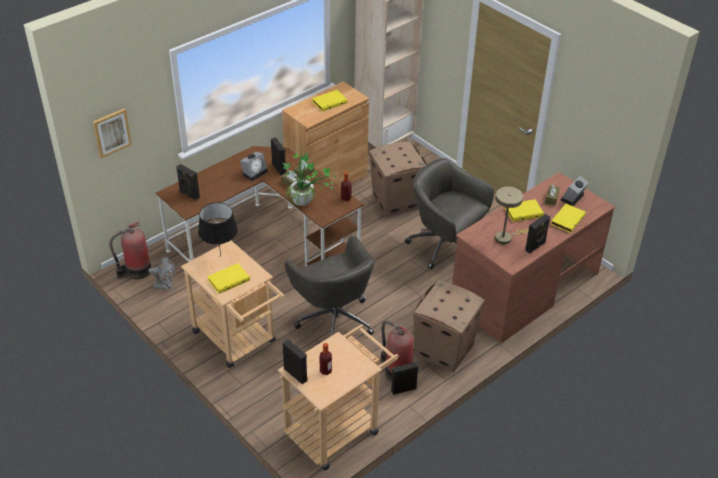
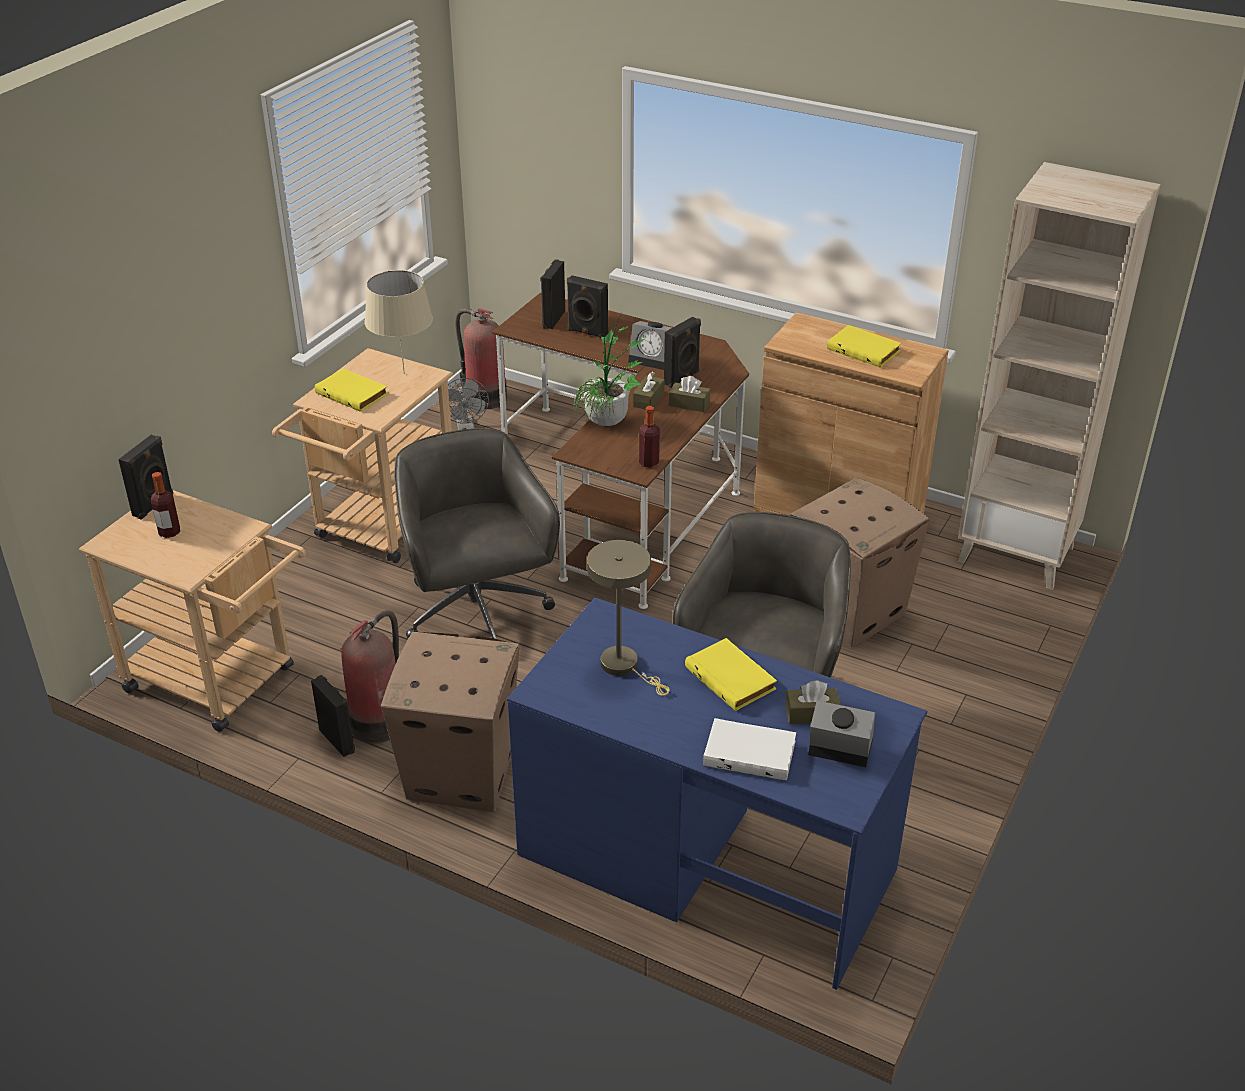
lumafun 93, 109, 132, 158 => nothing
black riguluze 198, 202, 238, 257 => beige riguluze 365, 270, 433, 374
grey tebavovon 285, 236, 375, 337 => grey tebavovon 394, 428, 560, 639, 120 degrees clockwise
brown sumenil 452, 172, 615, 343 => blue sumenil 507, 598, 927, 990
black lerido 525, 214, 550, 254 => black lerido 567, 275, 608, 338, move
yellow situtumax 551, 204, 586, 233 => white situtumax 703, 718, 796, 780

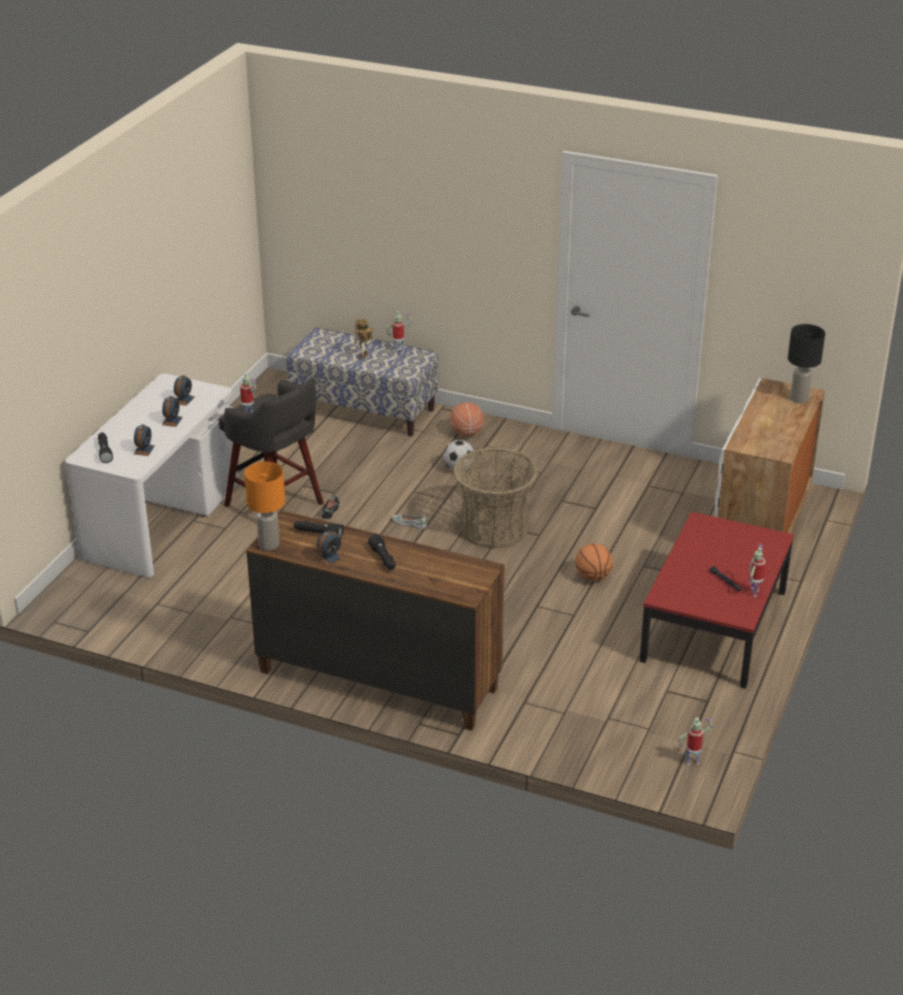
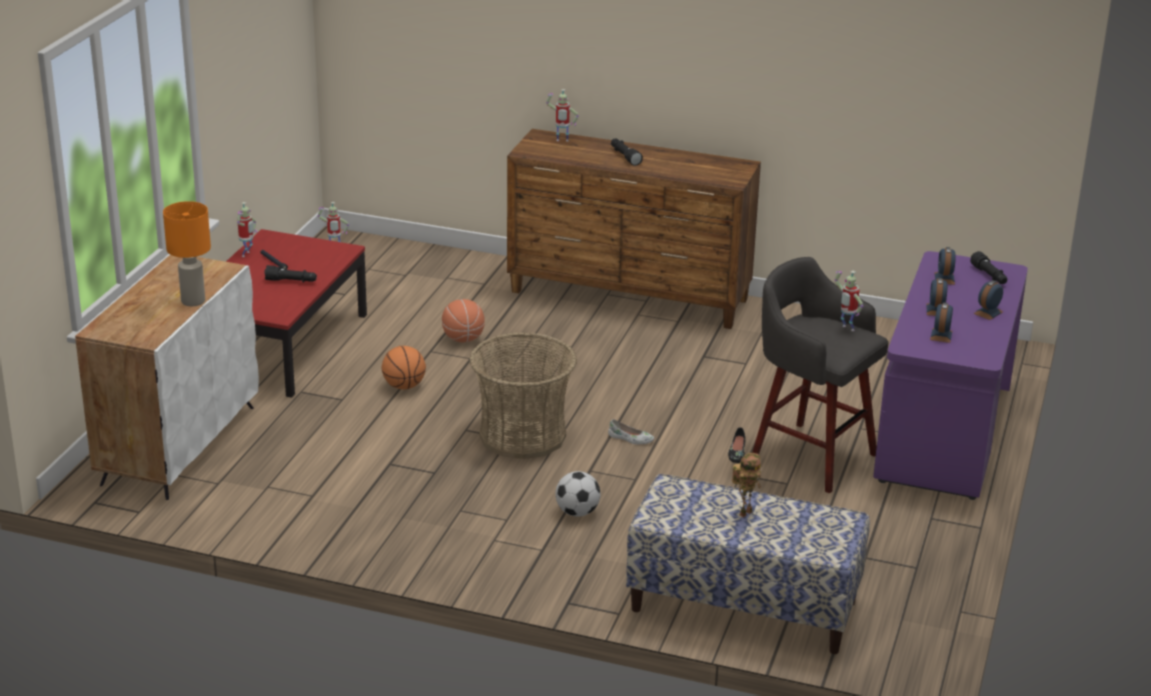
white sumenil 65, 374, 239, 577 => purple sumenil 873, 251, 1028, 500
orange riguluze 244, 462, 285, 551 => orange riguluze 163, 201, 211, 306, move
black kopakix 294, 520, 344, 538 => black kopakix 264, 265, 317, 283, move
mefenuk 316, 530, 344, 566 => mefenuk 973, 280, 1003, 320, move
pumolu 386, 311, 412, 353 => pumolu 546, 89, 579, 142, move
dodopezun 450, 402, 484, 437 => dodopezun 442, 299, 485, 342, move
black riguluze 788, 324, 825, 403 => nothing

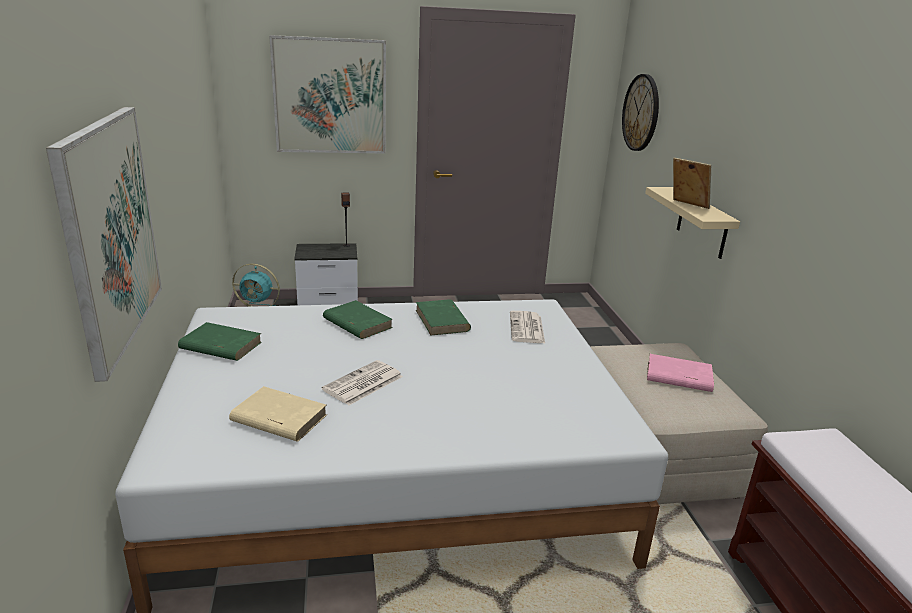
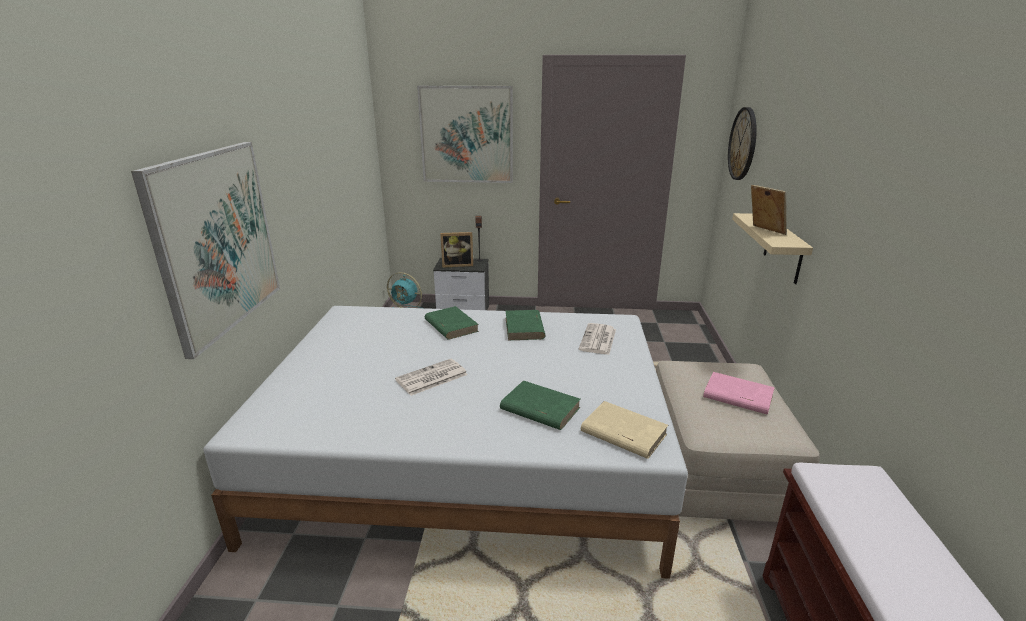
green situtumax 178, 322, 262, 361 => green situtumax 500, 380, 581, 430, move
beige situtumax 229, 386, 327, 441 => beige situtumax 581, 401, 668, 459, move
nothing => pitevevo 440, 232, 473, 268

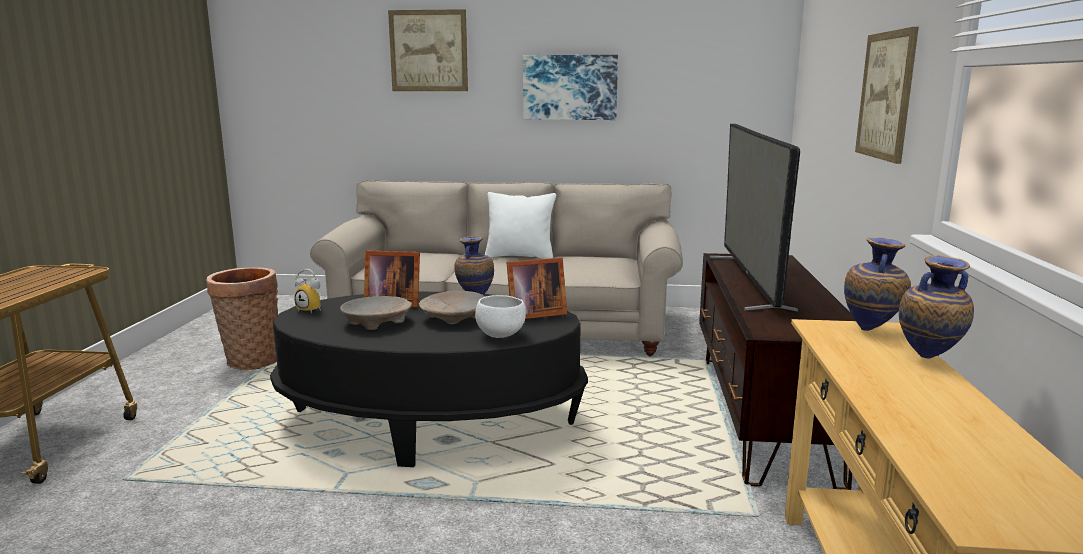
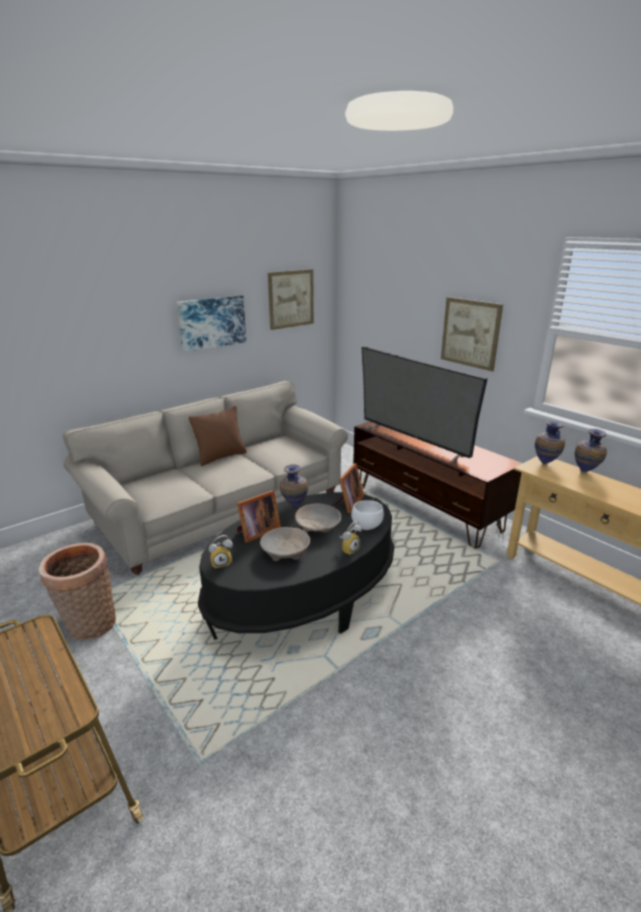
lumafun 388, 9, 468, 91 => lumafun 268, 269, 314, 330, move
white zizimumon 485, 192, 556, 259 => brown zizimumon 189, 406, 247, 466
nothing => mefenuk 339, 521, 362, 556

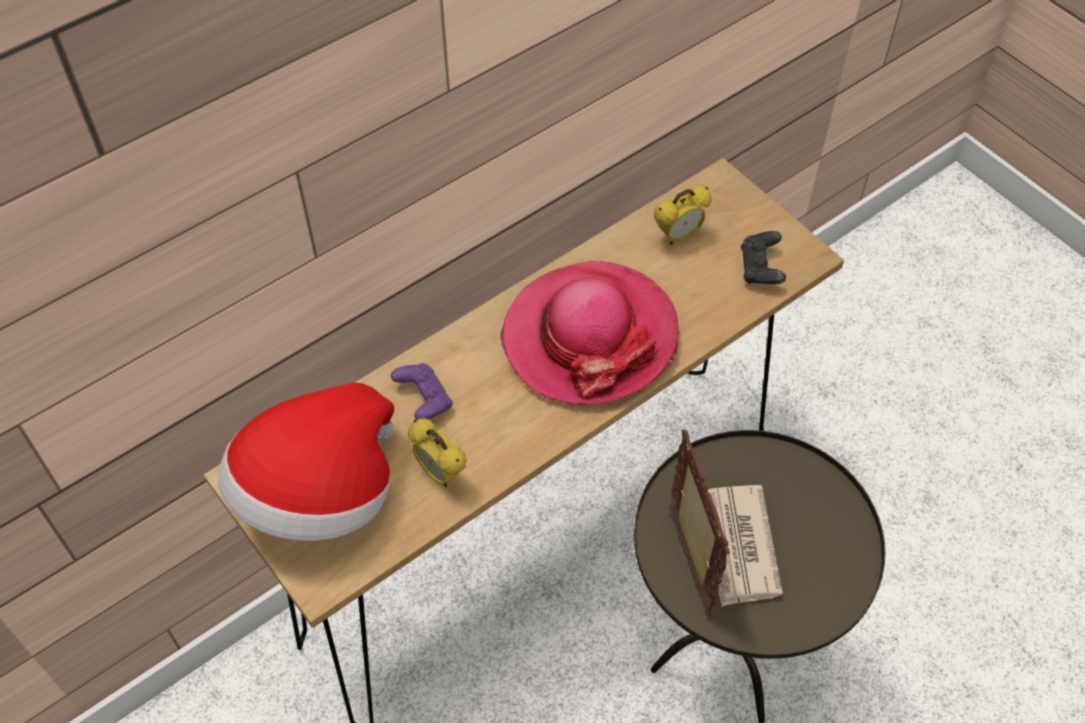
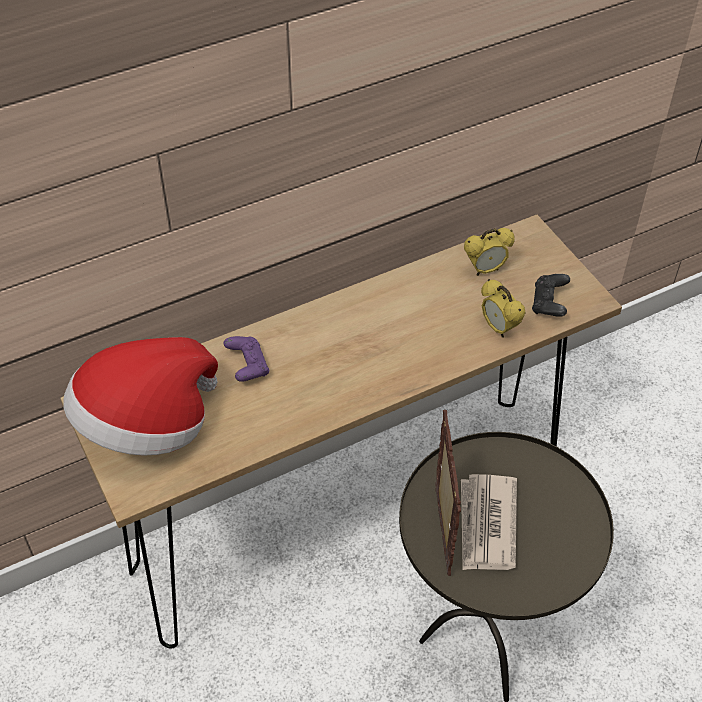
mefenuk 408, 419, 467, 487 => mefenuk 481, 279, 525, 338, move
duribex 500, 261, 679, 404 => nothing

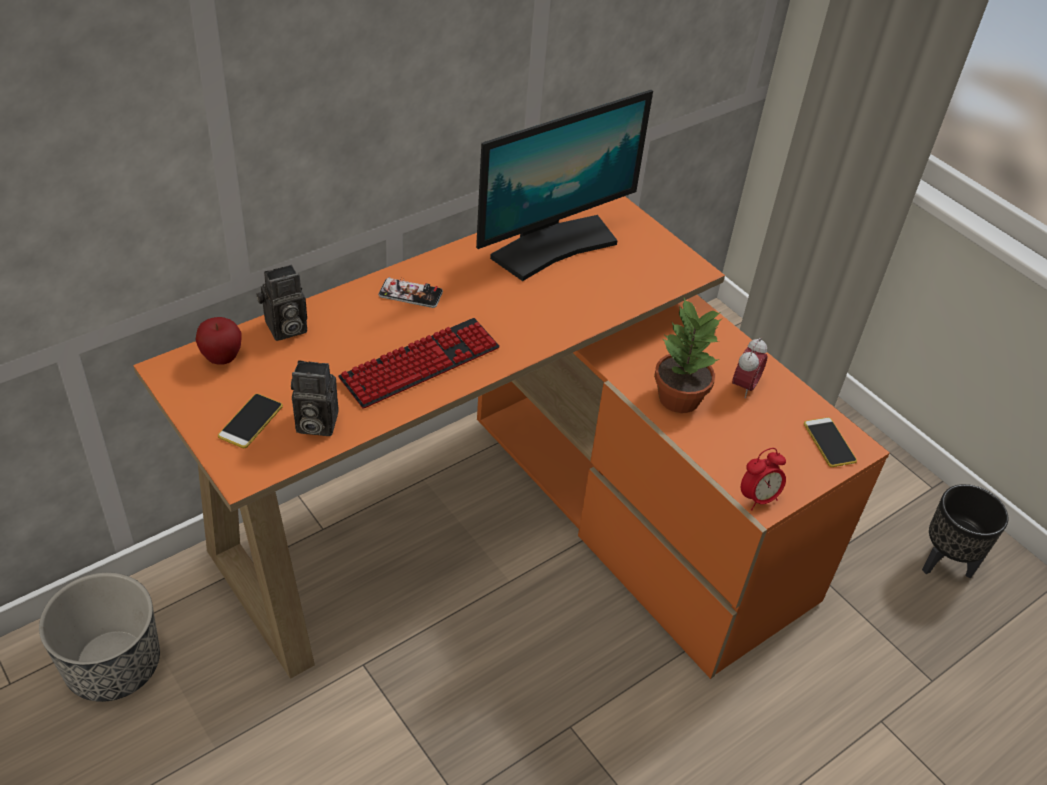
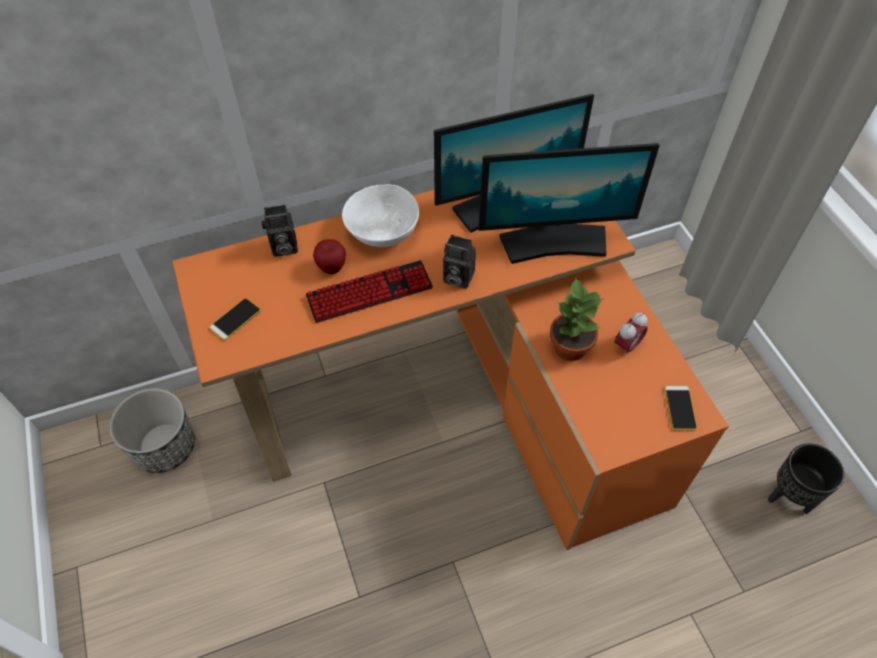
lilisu 195, 317, 242, 365 => lilisu 313, 239, 346, 274, move
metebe 291, 360, 338, 436 => metebe 443, 234, 476, 289, move
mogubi 378, 277, 443, 308 => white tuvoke 342, 184, 419, 247
mefenuk 741, 448, 786, 511 => nothing
nothing => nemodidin 479, 143, 660, 264

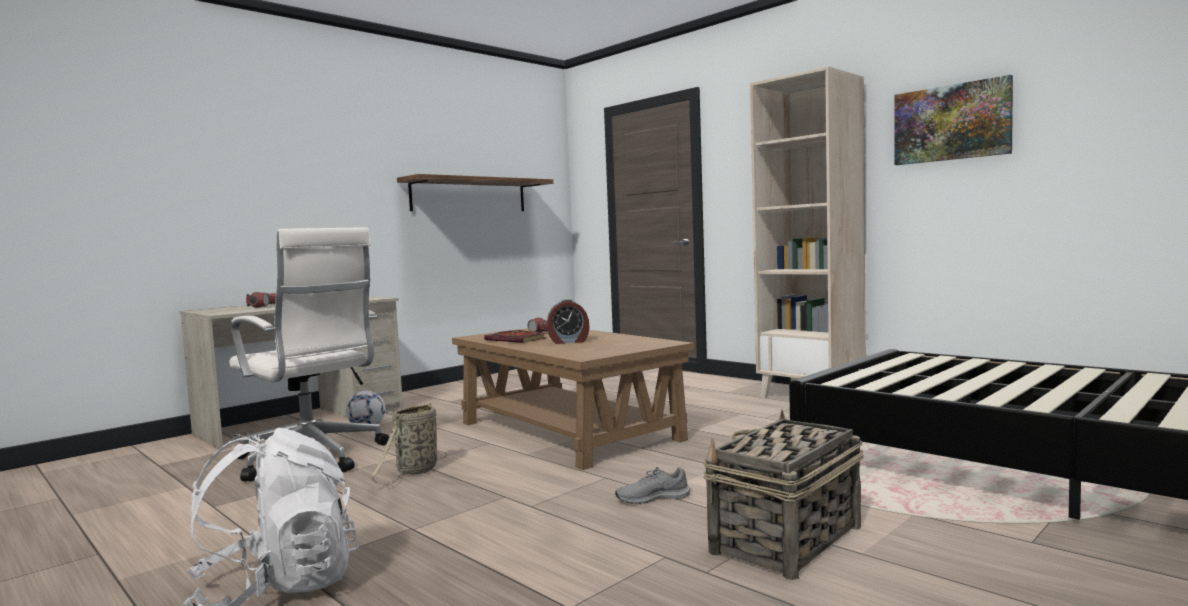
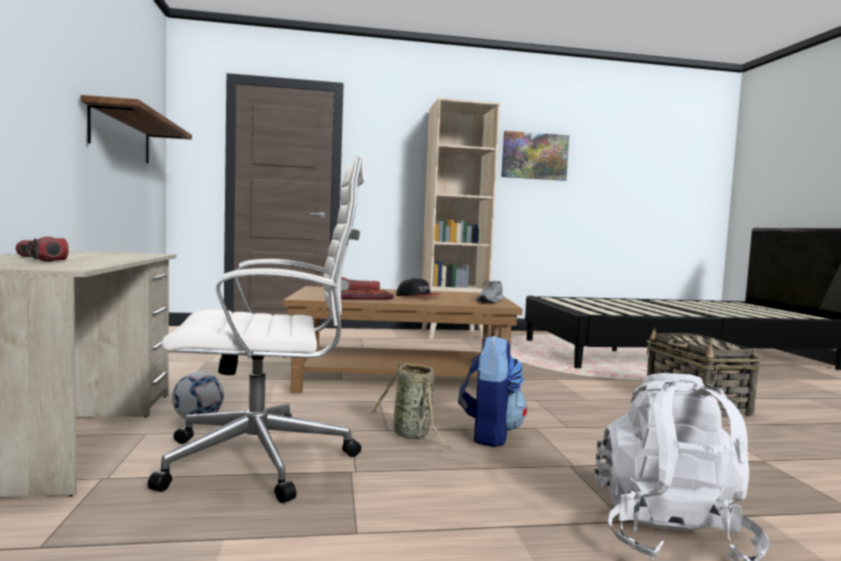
mefenuk 547, 299, 590, 344 => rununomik 396, 278, 442, 296
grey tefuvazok 615, 467, 690, 504 => grey tefuvazok 477, 281, 504, 303, move
nothing => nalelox 458, 335, 527, 447

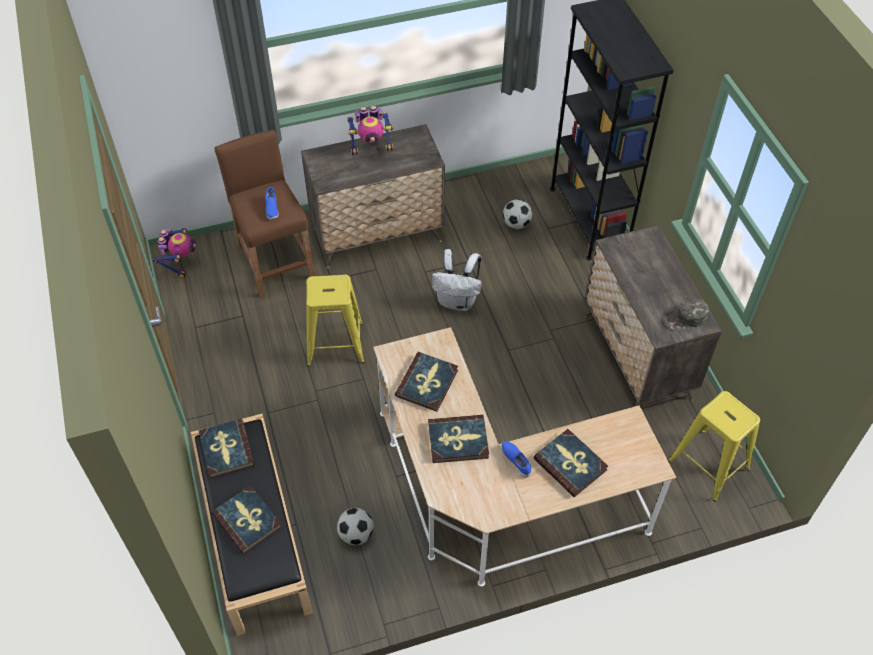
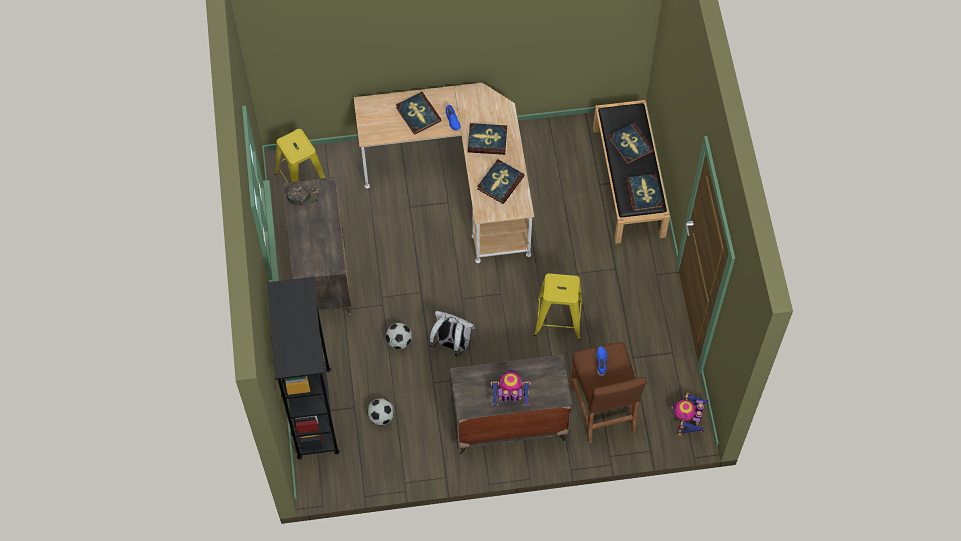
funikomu 337, 508, 374, 545 => funikomu 386, 323, 412, 349, move

